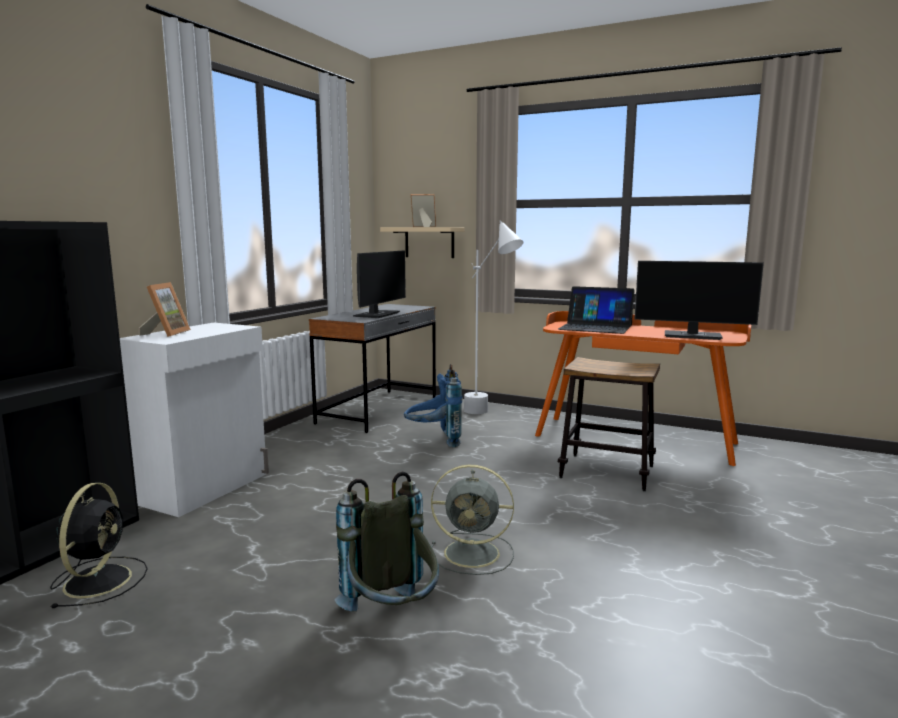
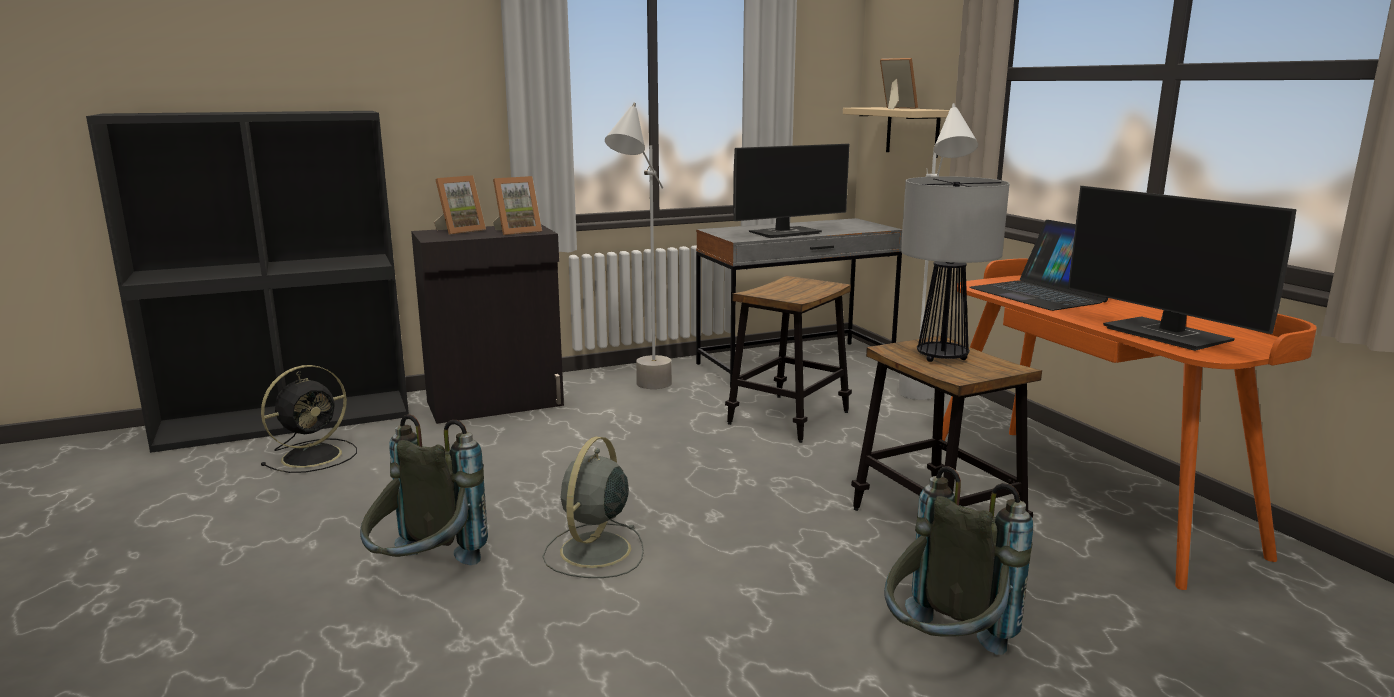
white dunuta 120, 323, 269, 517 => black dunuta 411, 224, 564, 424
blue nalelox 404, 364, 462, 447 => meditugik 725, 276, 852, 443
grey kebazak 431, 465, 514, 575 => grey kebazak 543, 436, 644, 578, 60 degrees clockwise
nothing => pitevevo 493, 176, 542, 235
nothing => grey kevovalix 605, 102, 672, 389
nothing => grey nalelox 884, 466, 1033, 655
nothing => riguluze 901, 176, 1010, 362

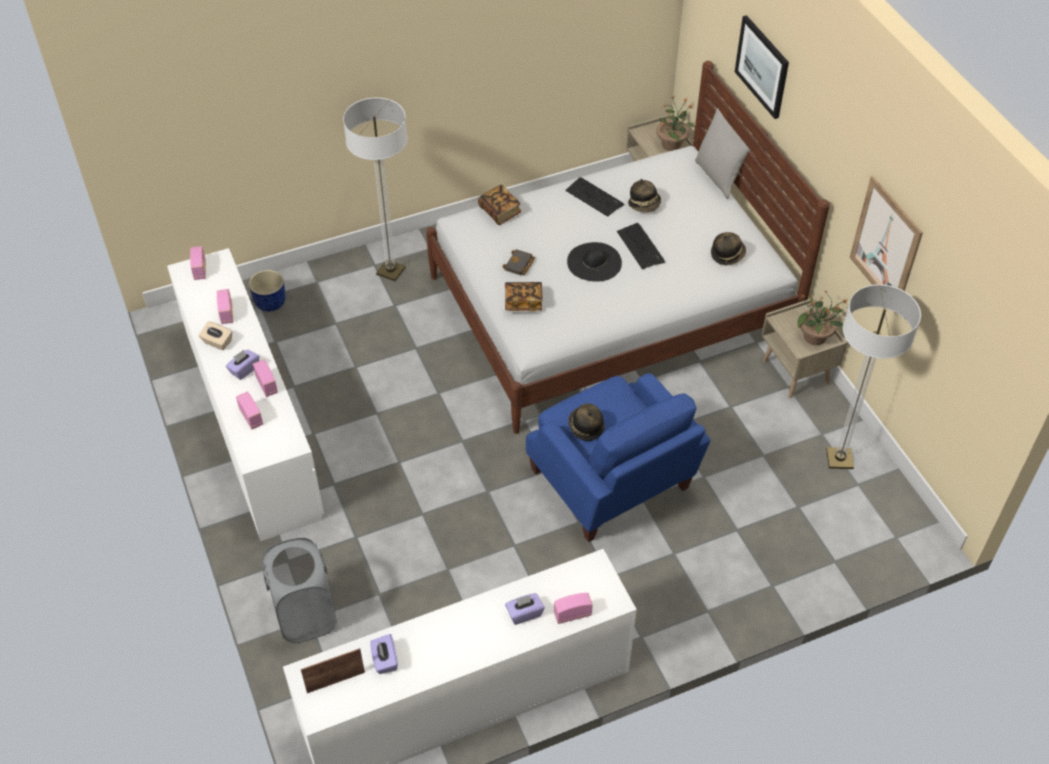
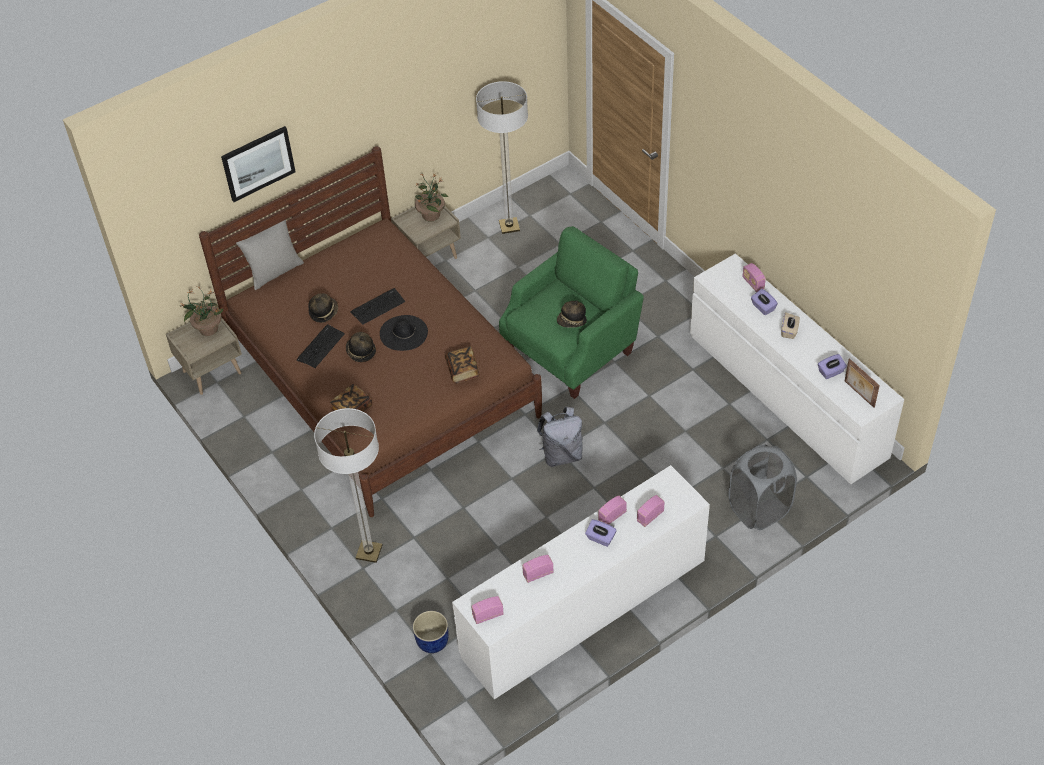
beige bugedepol 199, 322, 232, 350 => beige bugedepol 781, 313, 800, 339, move
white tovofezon 426, 61, 830, 434 => brown tovofezon 199, 146, 542, 517
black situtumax 502, 249, 535, 275 => nothing
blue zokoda 526, 373, 710, 542 => green zokoda 499, 226, 644, 399
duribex 711, 232, 746, 265 => duribex 346, 332, 376, 362, move
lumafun 850, 176, 923, 313 => nothing
nothing => grey nalelox 537, 407, 583, 467

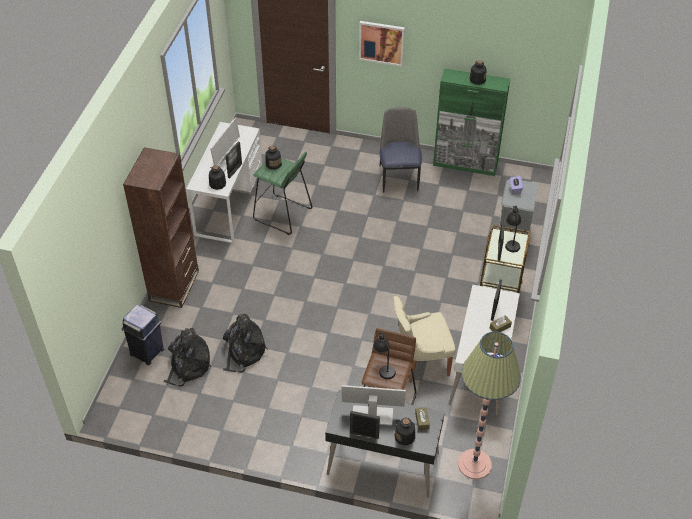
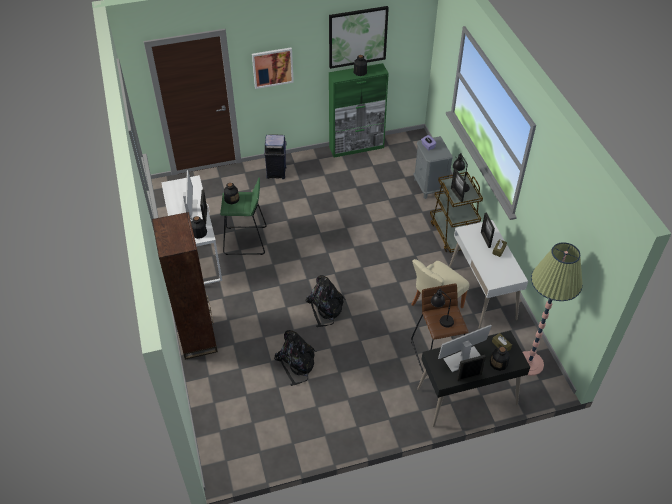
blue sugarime 122, 305, 164, 365 => blue sugarime 264, 134, 286, 179, move
black nalelox 163, 328, 211, 387 => black nalelox 305, 275, 345, 327, move
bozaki 379, 107, 422, 193 => nothing
nothing => lumafun 329, 6, 389, 69

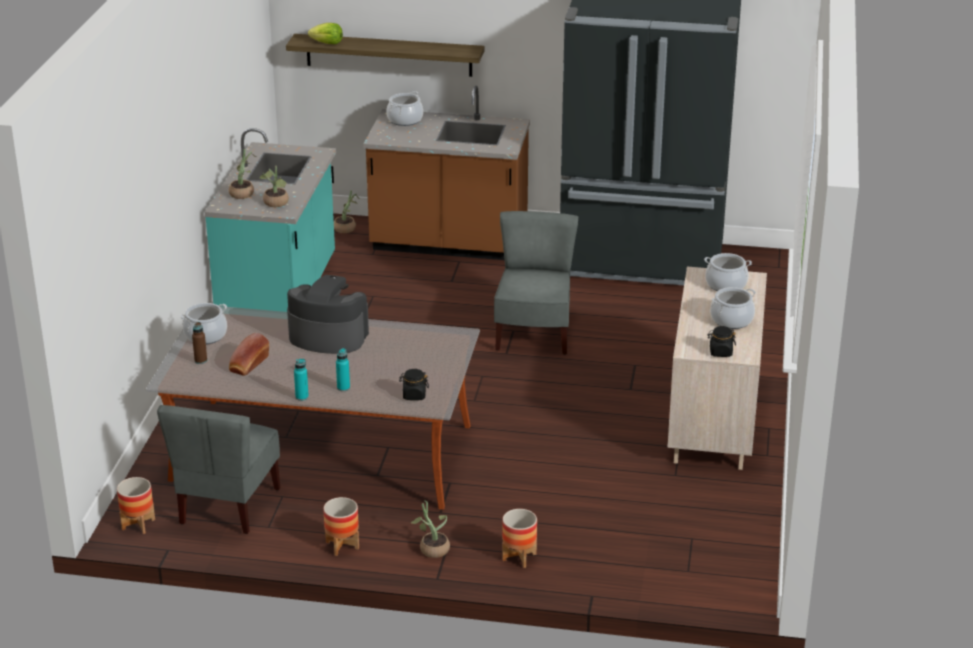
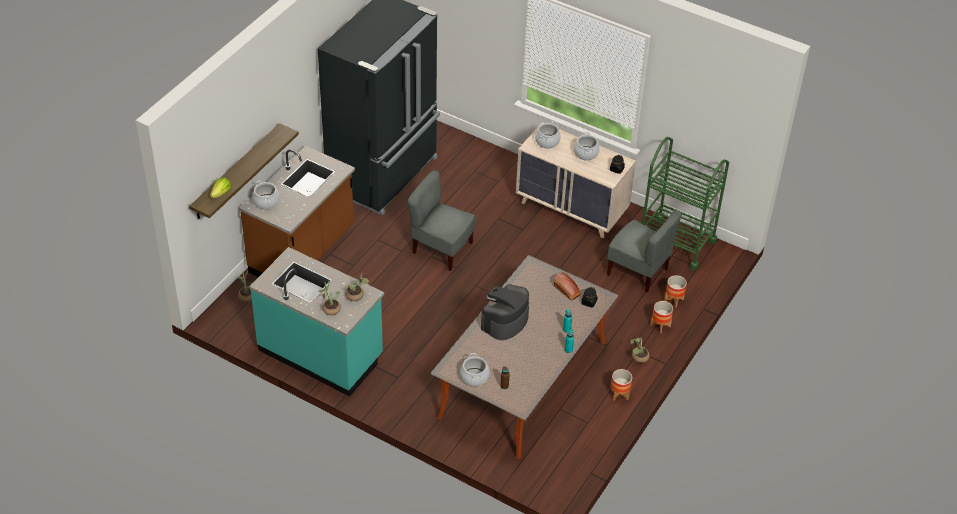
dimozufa 117, 477, 155, 534 => dimozufa 664, 275, 687, 308, move
grey bozaki 157, 405, 280, 534 => grey bozaki 607, 210, 682, 293, move
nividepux 229, 333, 269, 376 => nividepux 554, 272, 581, 300, move
nothing => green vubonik 642, 137, 729, 271

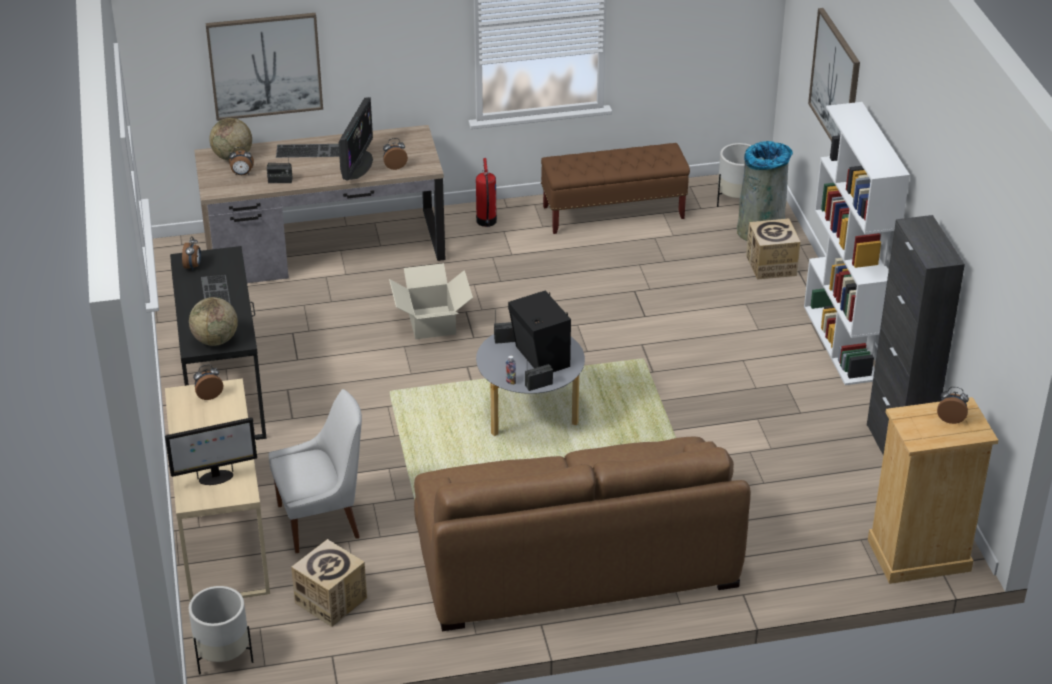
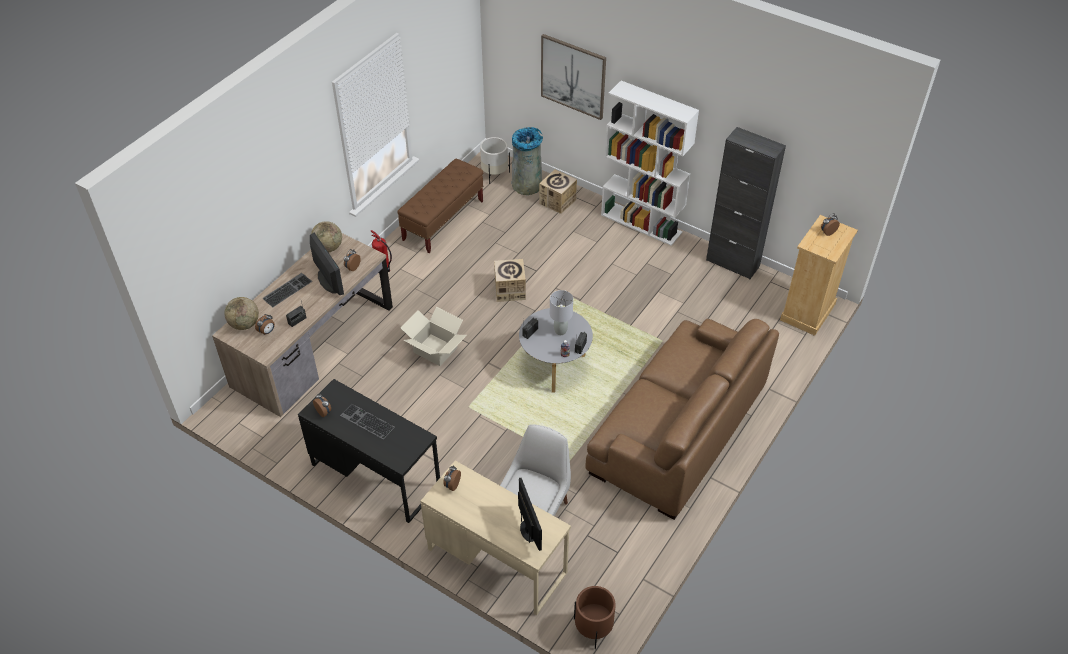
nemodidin 165, 417, 257, 485 => nemodidin 518, 478, 542, 551, 45 degrees counterclockwise
white dimozufa 188, 586, 253, 675 => brown dimozufa 574, 586, 616, 649
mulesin 189, 297, 238, 346 => mulesin 311, 221, 342, 252, move
lumafun 205, 13, 323, 121 => nothing
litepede 291, 539, 367, 627 => litepede 494, 259, 526, 302, move
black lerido 508, 290, 571, 372 => grey riguluze 550, 290, 573, 335

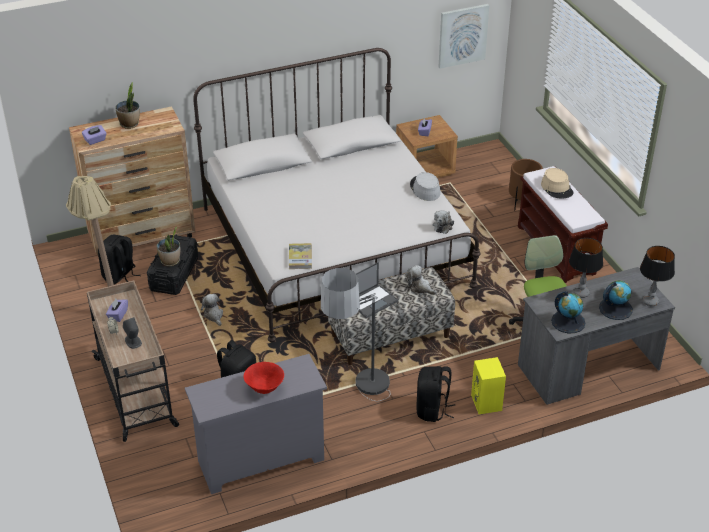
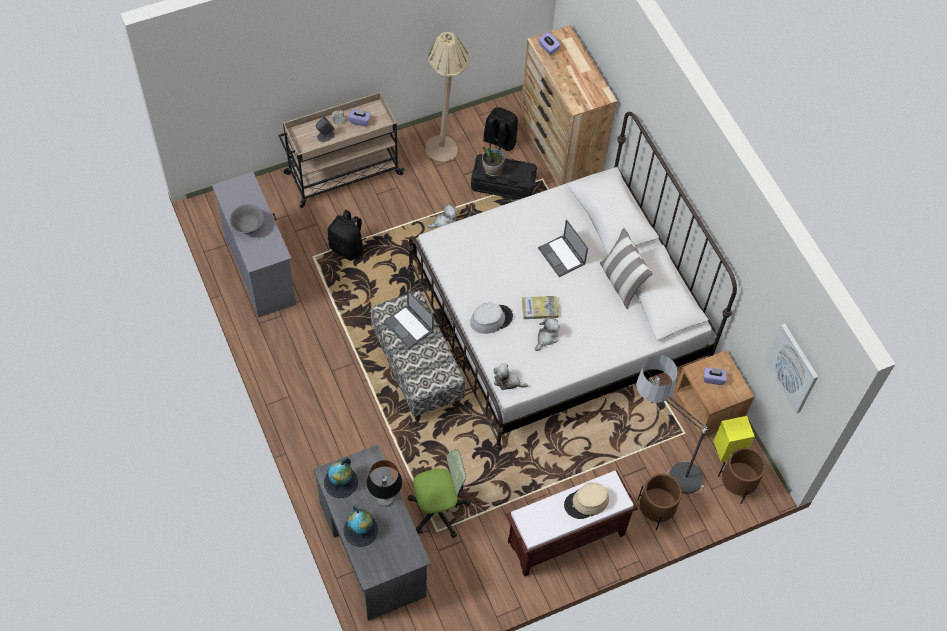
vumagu 115, 82, 140, 129 => nothing
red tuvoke 244, 362, 284, 394 => grey tuvoke 230, 204, 264, 234
situtumax 289, 243, 312, 269 => situtumax 522, 296, 559, 319, move
kevovalix 321, 268, 390, 401 => kevovalix 636, 355, 708, 494, move
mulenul 406, 265, 437, 295 => mulenul 535, 317, 560, 351, move
grey duribex 410, 172, 441, 201 => grey duribex 470, 303, 513, 334, move
black nalelox 417, 366, 455, 422 => nothing
yellow lerido 471, 357, 506, 414 => yellow lerido 713, 416, 755, 462, move
riguluze 640, 246, 675, 306 => nothing
nothing => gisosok 538, 219, 588, 277
nothing => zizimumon 600, 227, 653, 309
nothing => brown dimozufa 718, 448, 766, 504

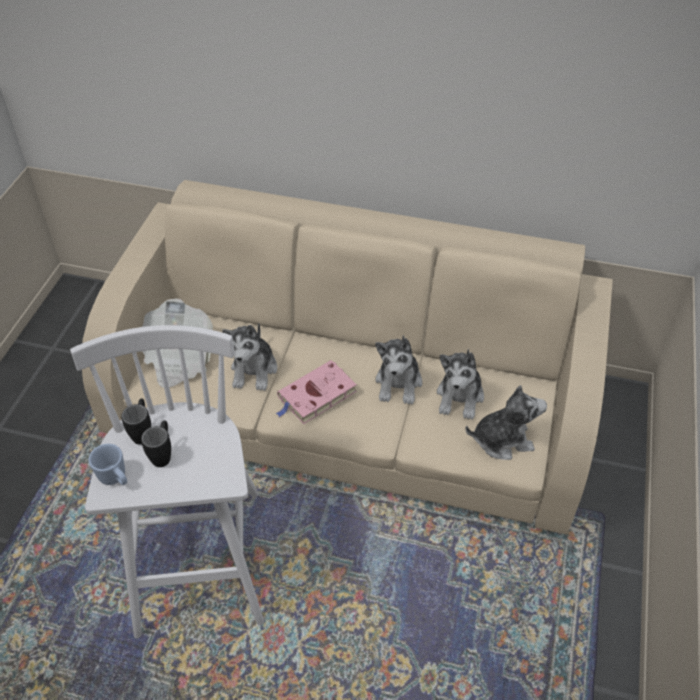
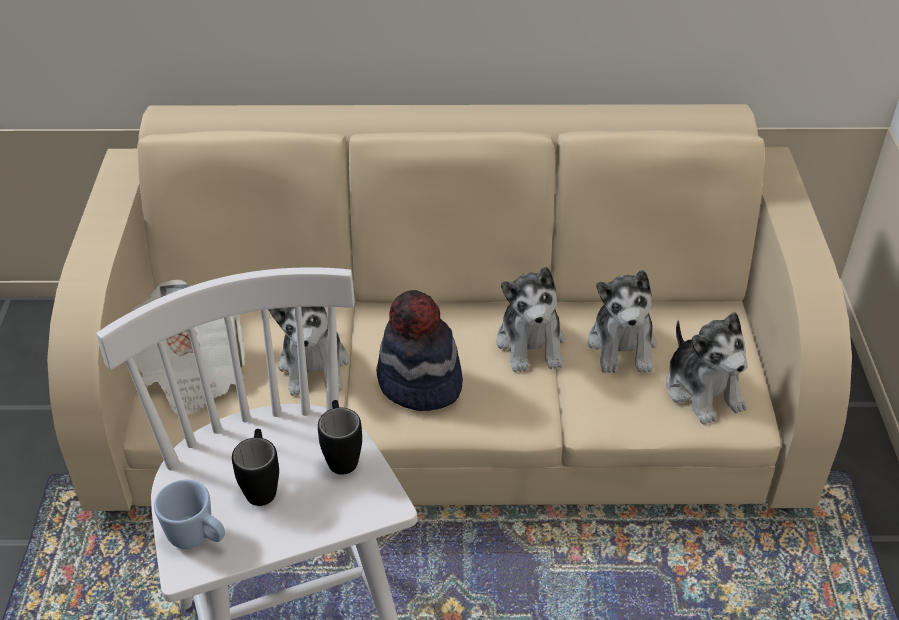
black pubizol 121, 398, 151, 445 => black pubizol 318, 400, 362, 475, move
pink situtumax 276, 360, 357, 424 => duribex 376, 290, 463, 411
mulenul 465, 385, 547, 460 => mulenul 666, 312, 748, 425, 90 degrees clockwise

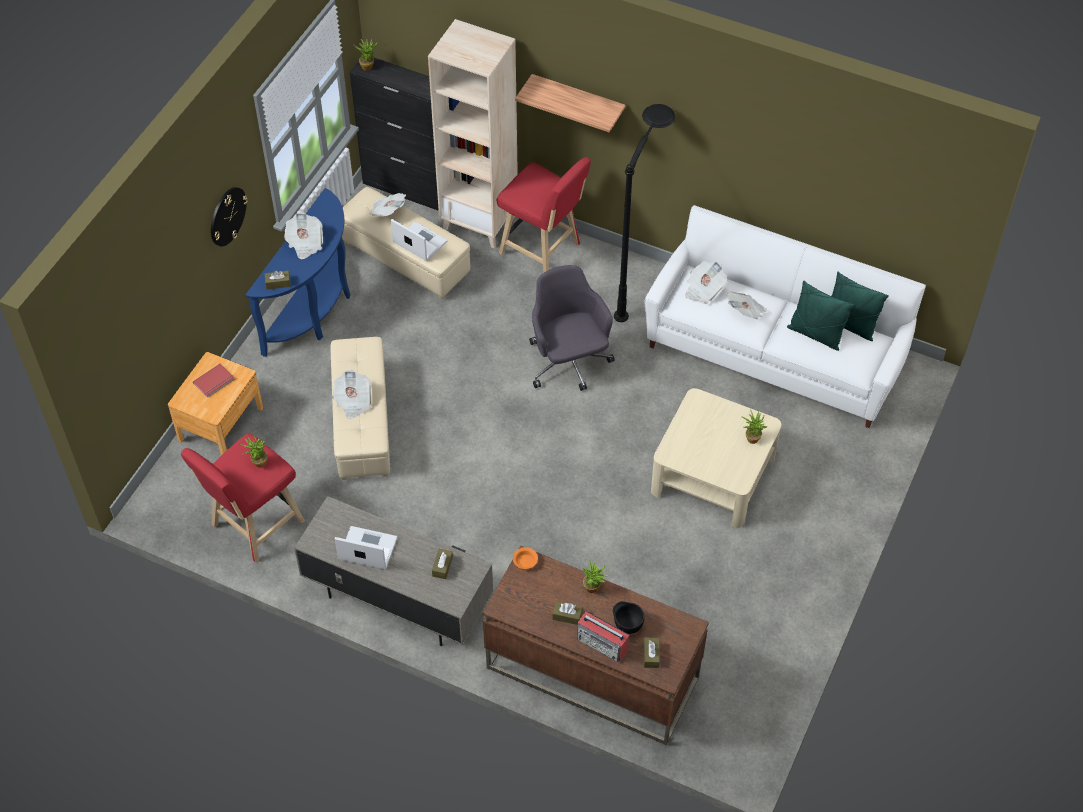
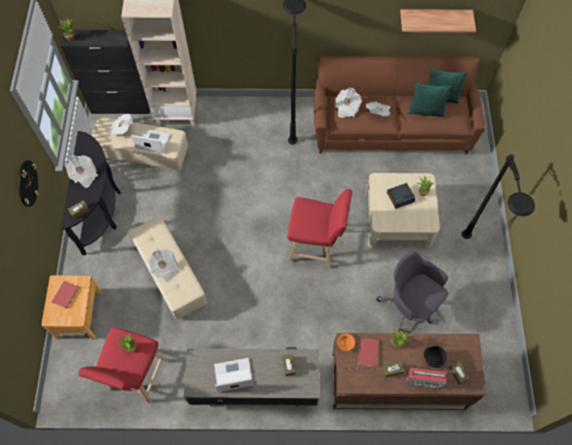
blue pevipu 245, 188, 351, 357 => black pevipu 61, 131, 121, 255
red meditugik 497, 157, 591, 273 => red meditugik 287, 189, 352, 268, move
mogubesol 515, 74, 625, 132 => mogubesol 400, 9, 476, 32, move
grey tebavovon 529, 265, 615, 391 => grey tebavovon 376, 252, 448, 333, move
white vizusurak 644, 205, 926, 428 => brown vizusurak 314, 56, 485, 154
nothing => red situtumax 358, 338, 379, 367
nothing => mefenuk 387, 183, 415, 209
nothing => black kevovalix 461, 154, 535, 239

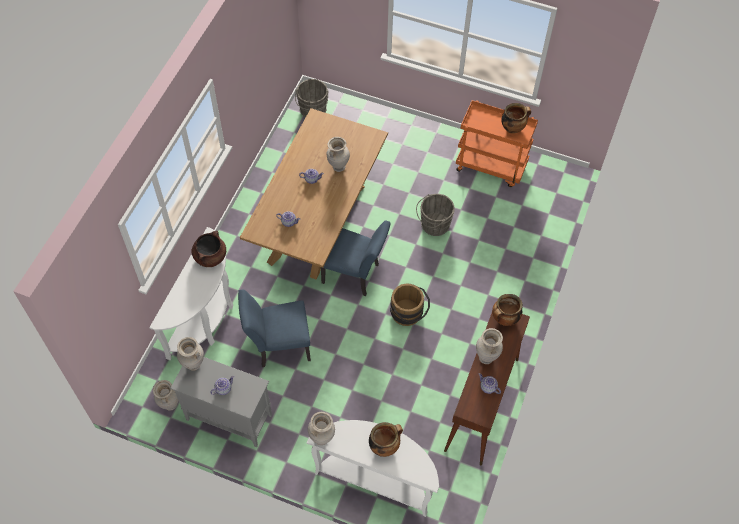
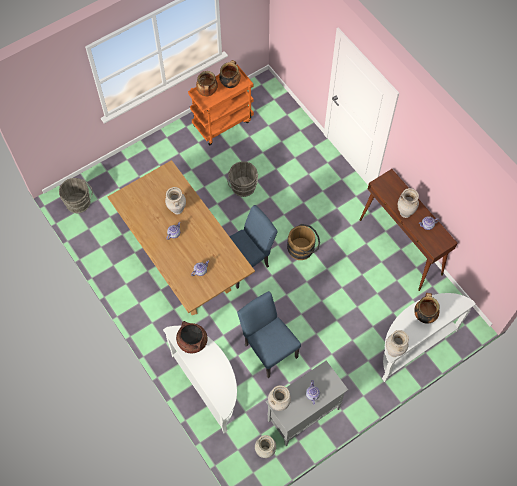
blue bozaki 238, 290, 311, 367 => blue bozaki 237, 291, 301, 378, 120 degrees clockwise
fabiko 492, 294, 523, 326 => fabiko 196, 71, 218, 96, move

